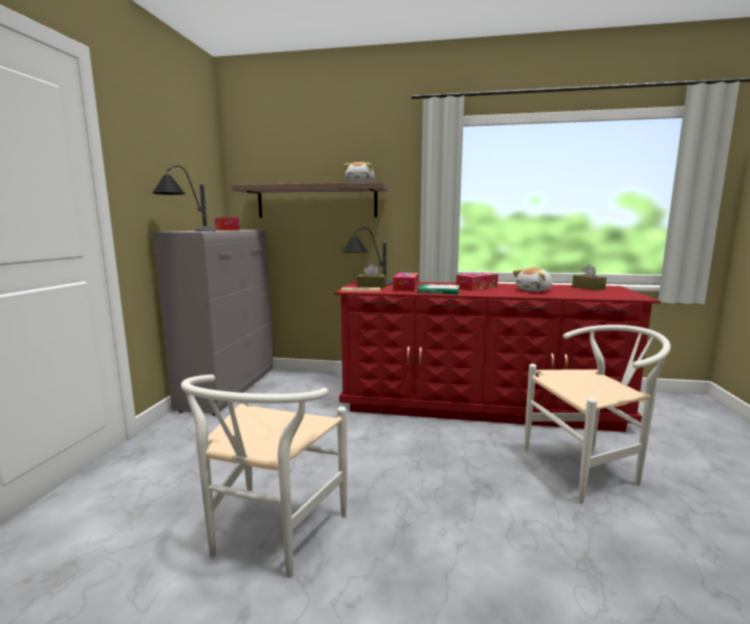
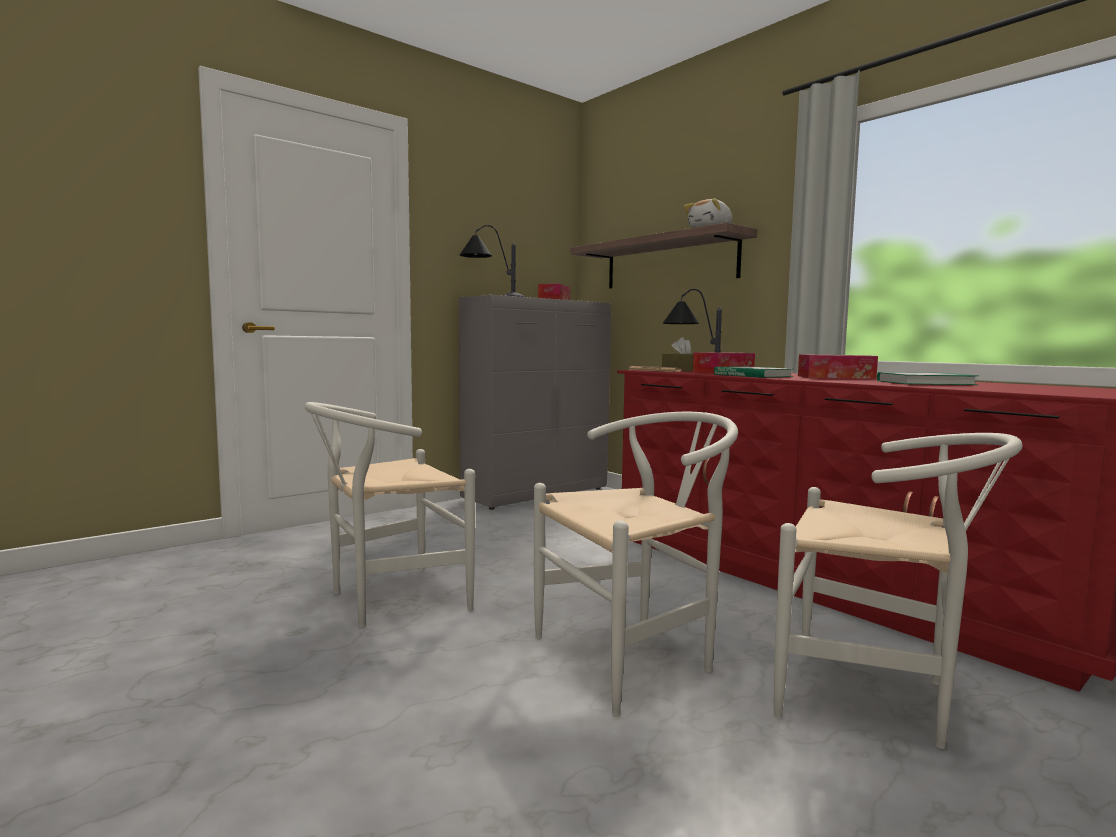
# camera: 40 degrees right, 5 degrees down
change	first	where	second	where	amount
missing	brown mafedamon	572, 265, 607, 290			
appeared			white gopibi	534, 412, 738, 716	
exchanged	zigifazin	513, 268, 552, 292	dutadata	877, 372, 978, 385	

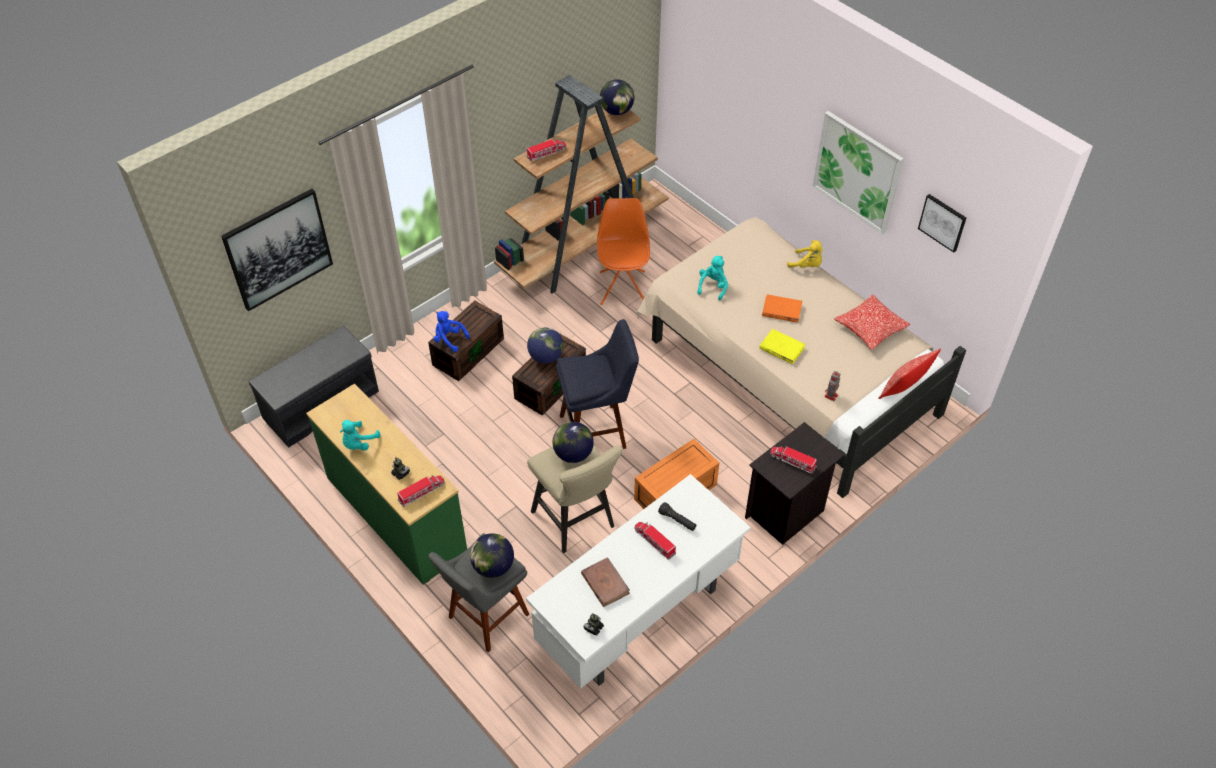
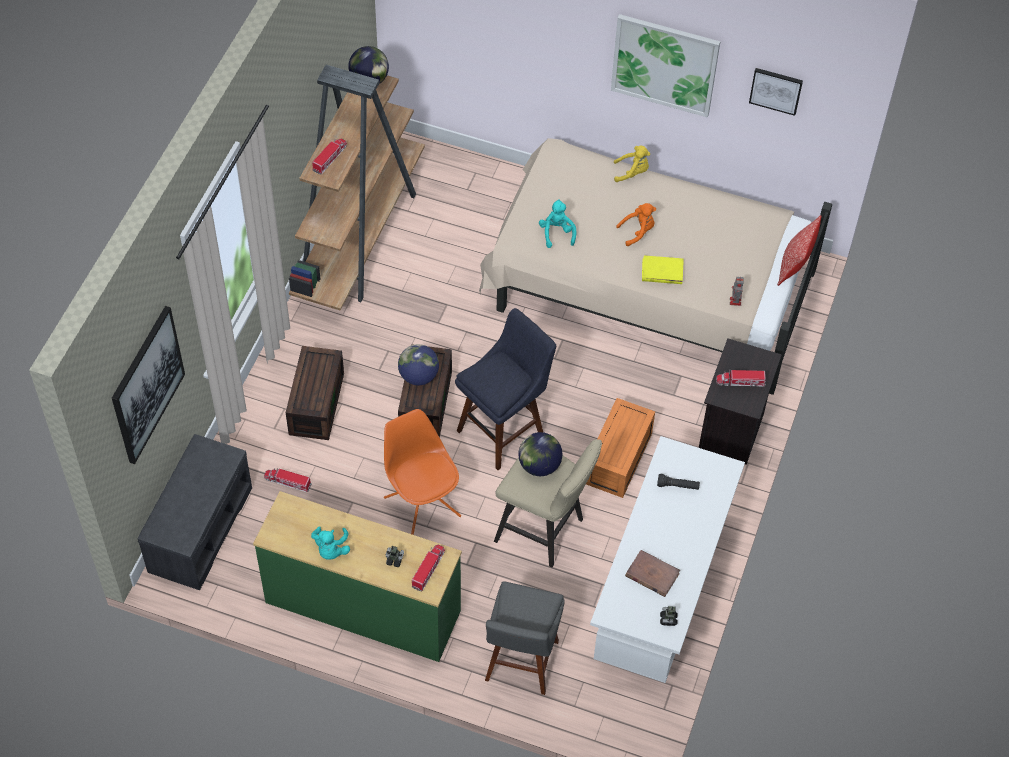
# camera: 30 degrees left, 5 degrees up
change	first	where	second	where	amount
missing	blue zigifazin	434, 311, 470, 352			
missing	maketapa	470, 533, 514, 578			
missing	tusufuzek	834, 295, 910, 350			
relocated	orange gopibi	597, 198, 650, 305		384, 409, 461, 535	
relocated	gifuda	634, 522, 676, 560		264, 468, 312, 492	
exchanged	orange dutadata	762, 294, 803, 323	orange zigifazin	616, 203, 656, 246	

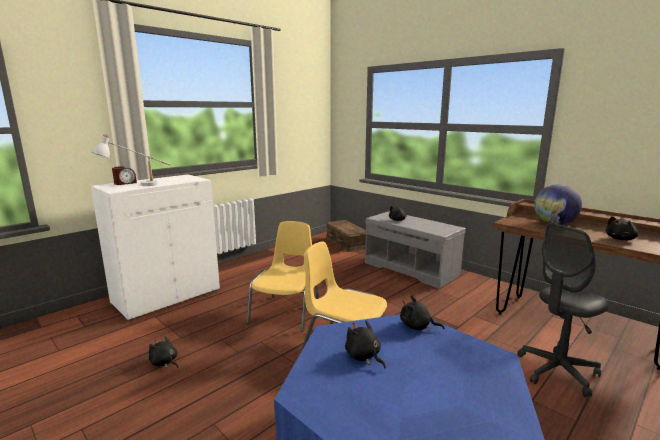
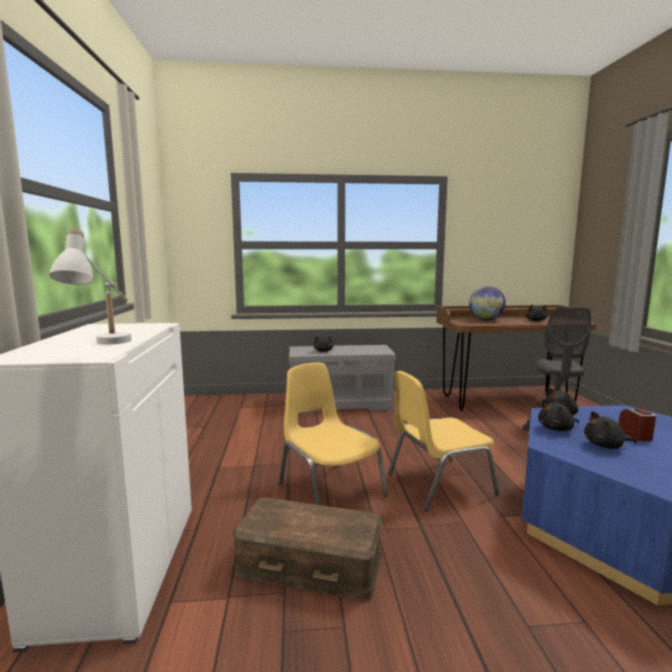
# camera: 50 degrees left, 5 degrees down
change	first	where	second	where	amount
relocated	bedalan	112, 166, 137, 185		618, 409, 656, 441	
relocated	black zigifazin	149, 336, 179, 368		538, 399, 579, 431	
relocated	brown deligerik	326, 220, 366, 252		232, 498, 383, 601	

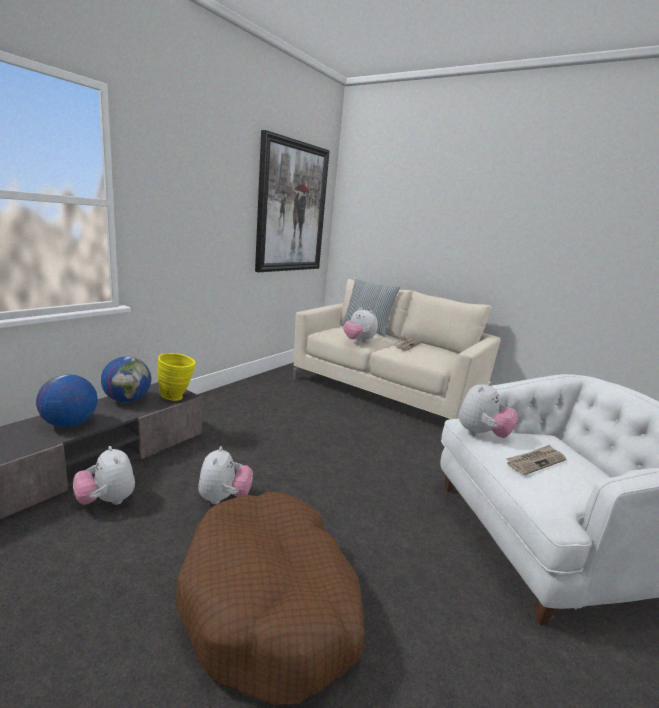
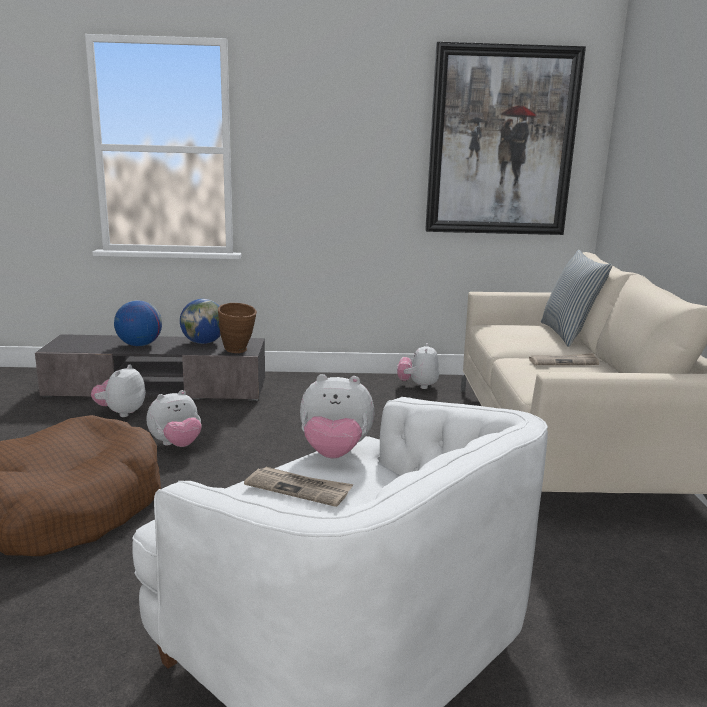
# camera: 55 degrees right, 0 degrees up
change	first	where	second	where	amount
relocated	zigifazin	343, 307, 378, 342		397, 343, 439, 389	
colour	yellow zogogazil	157, 353, 196, 401	brown zogogazil	218, 303, 257, 353	

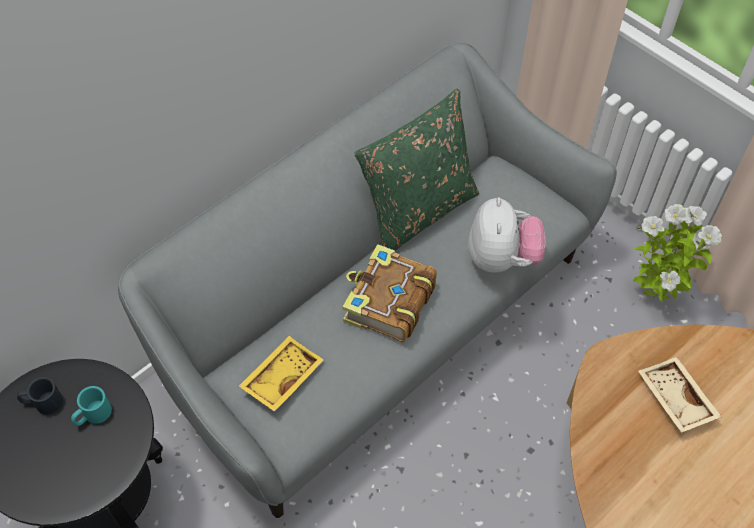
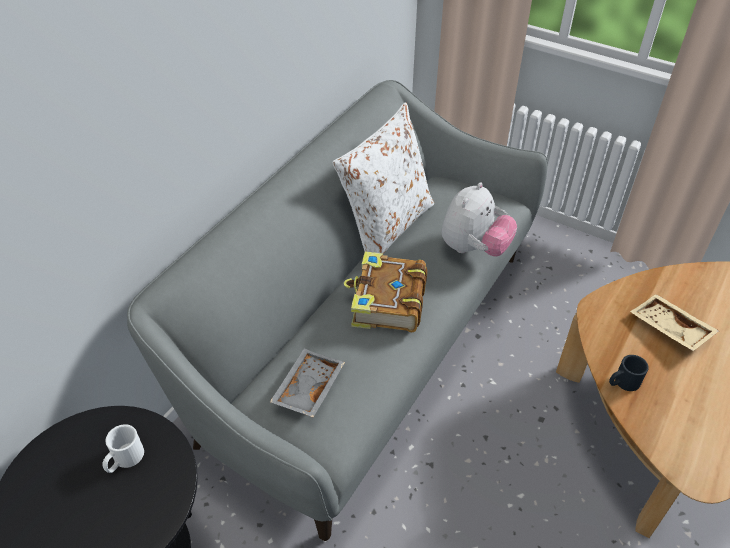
# camera: 15 degrees left, 10 degrees down
change	first	where	second	where	amount
missing	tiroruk	633, 204, 722, 302			
relocated	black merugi	17, 377, 63, 414		609, 355, 649, 391	
colour	turquoise merugi	71, 386, 112, 426	white merugi	102, 424, 144, 473	
colour	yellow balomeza	239, 336, 324, 412	grey balomeza	270, 348, 345, 418	
colour	green tusufuzek	354, 88, 479, 251	white tusufuzek	333, 102, 434, 254	
spun	zigifazin	468, 197, 545, 273		441, 182, 517, 257	45 degrees clockwise

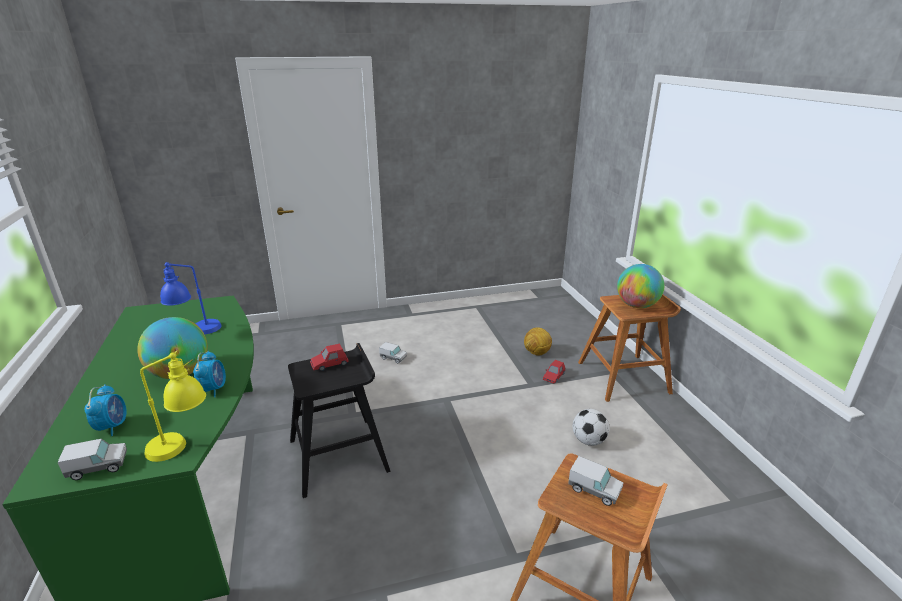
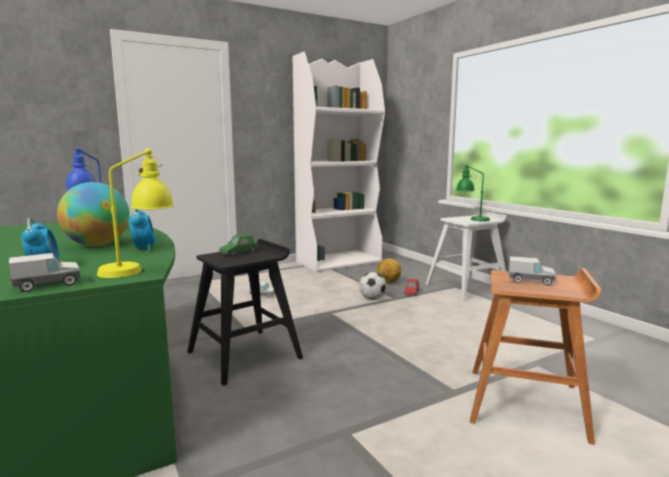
# camera: 15 degrees left, 15 degrees down
change	first	where	second	where	amount
appeared			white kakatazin	293, 52, 385, 272	
relocated	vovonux	573, 409, 610, 446		359, 272, 387, 300	
exchanged	maketapa	617, 264, 664, 308	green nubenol	456, 164, 490, 221	
colour	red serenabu	310, 344, 349, 371	green serenabu	219, 234, 257, 256	
colour	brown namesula	578, 295, 681, 402	white namesula	426, 210, 506, 301	

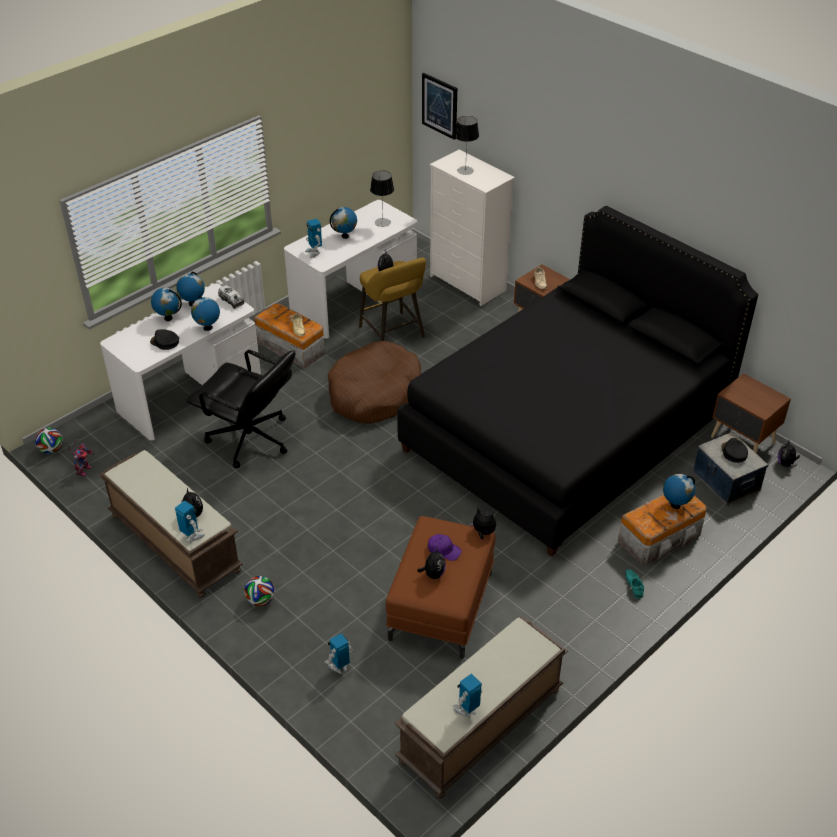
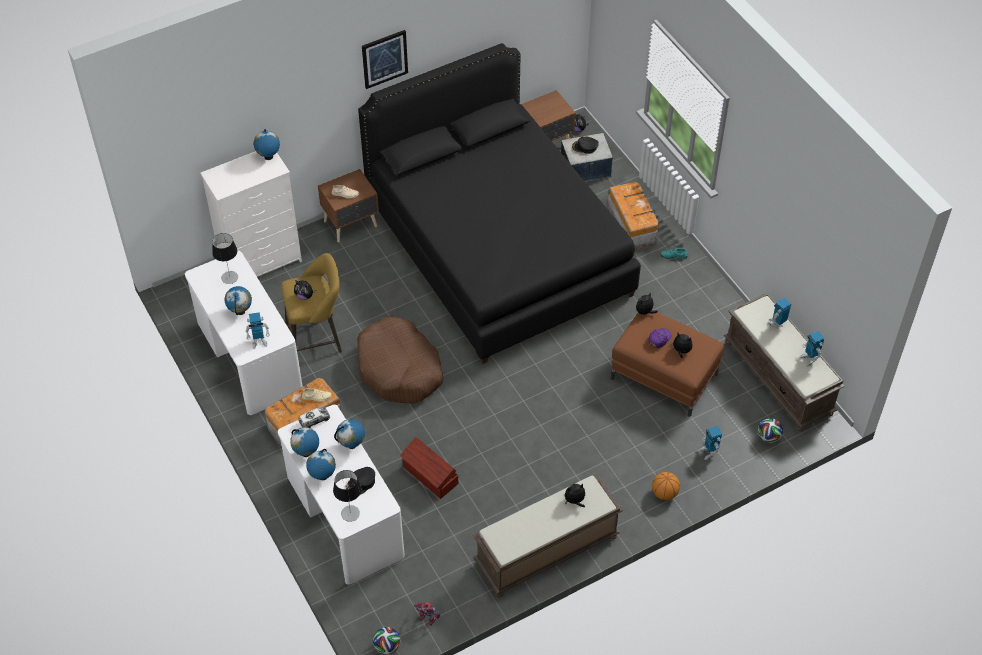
# camera: 75 degrees left, 10 degrees up
change	first	where	second	where	amount
appeared			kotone	652, 472, 680, 500	
relocated	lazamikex	175, 500, 205, 542		767, 298, 791, 329	
relocated	vovonux	244, 576, 275, 607		758, 418, 783, 443	
relocated	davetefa	422, 73, 457, 140		362, 30, 408, 89	
relocated	nubenol	454, 116, 479, 175		333, 470, 361, 522	
relocated	maketapa	663, 474, 695, 509		254, 129, 280, 160	
exchanged	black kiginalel	187, 350, 295, 468	brown deligerik	400, 437, 458, 499	

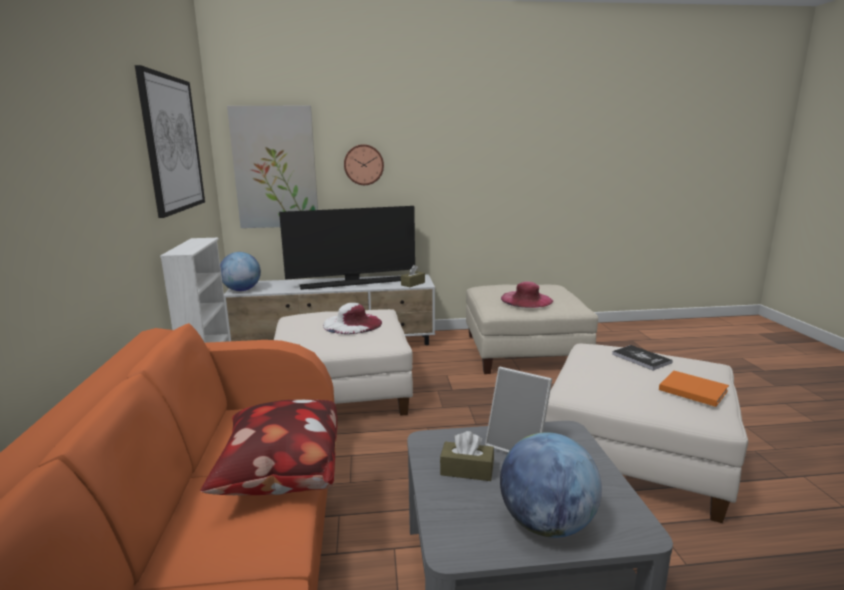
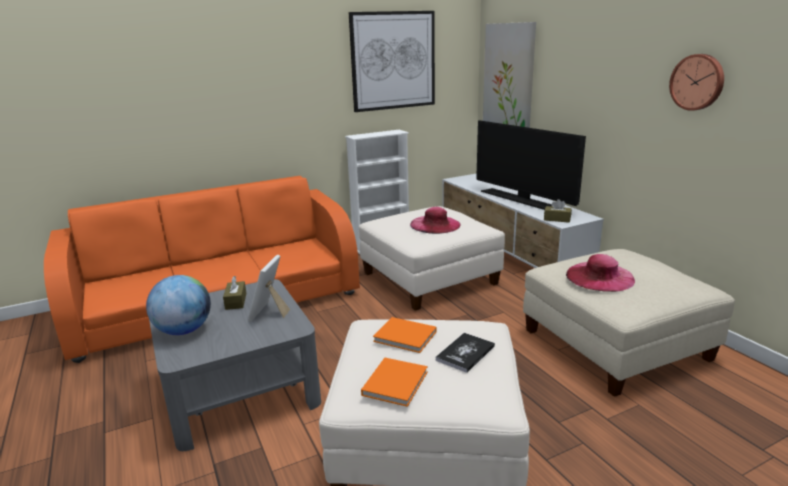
# camera: 70 degrees right, 5 degrees up
change	first	where	second	where	amount
missing	tusufuzek	200, 400, 337, 495			
missing	maketapa	220, 252, 261, 291			
appeared			orange dutadata	373, 317, 437, 353	
relocated	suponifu	344, 144, 384, 185		669, 54, 724, 111	
colour	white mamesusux	323, 303, 382, 334	pink mamesusux	410, 207, 461, 234	

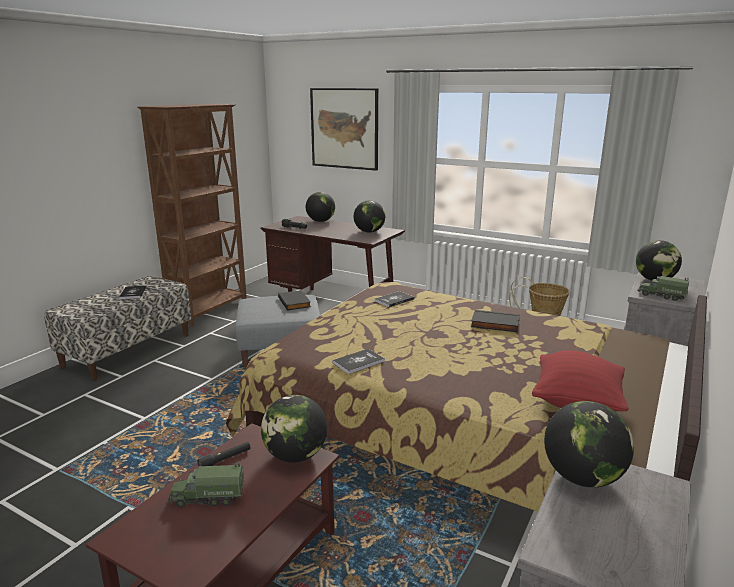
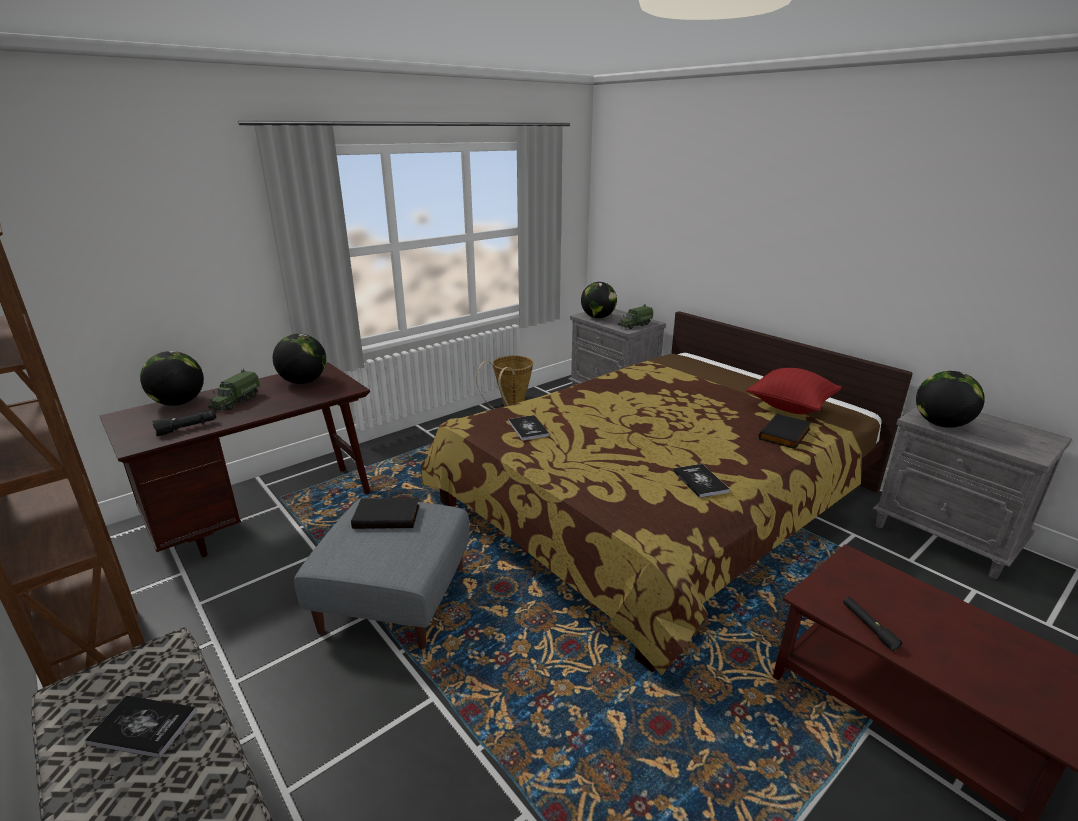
# camera: 70 degrees left, 5 degrees up
change	first	where	second	where	amount
missing	maketapa	261, 395, 327, 463			
missing	davetefa	310, 88, 378, 171			
relocated	gifuda	168, 462, 245, 508		208, 368, 261, 410	
relocated	black dutadata	471, 310, 520, 332		759, 413, 812, 449	

